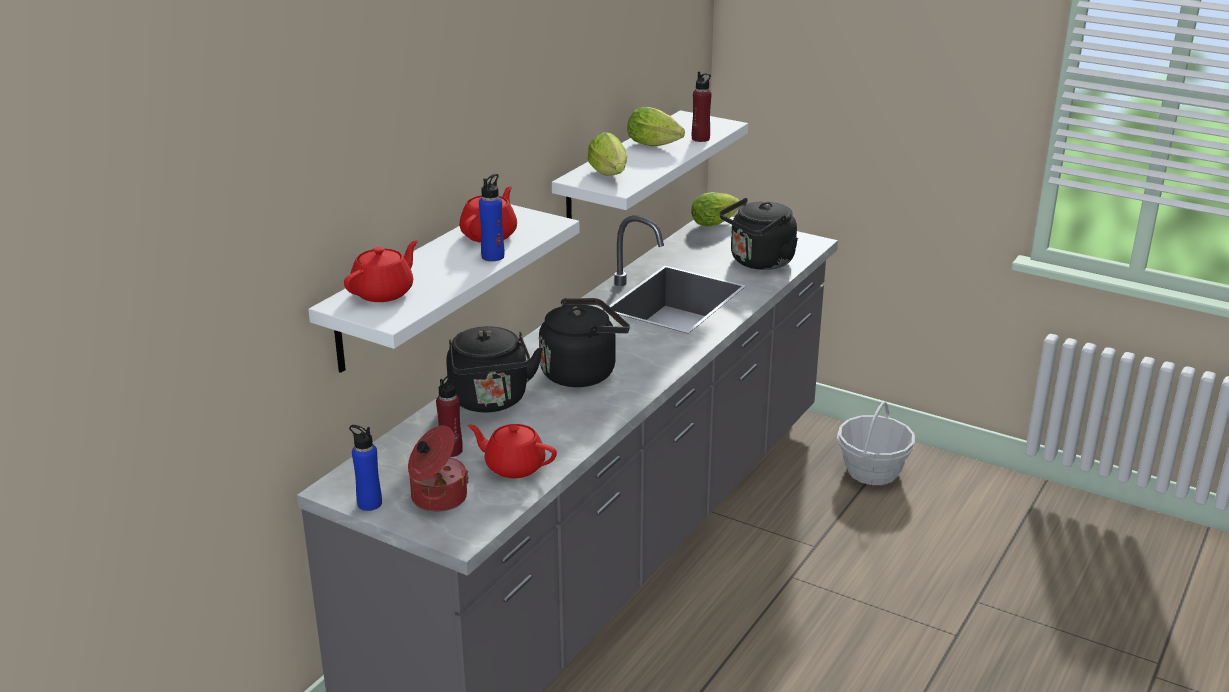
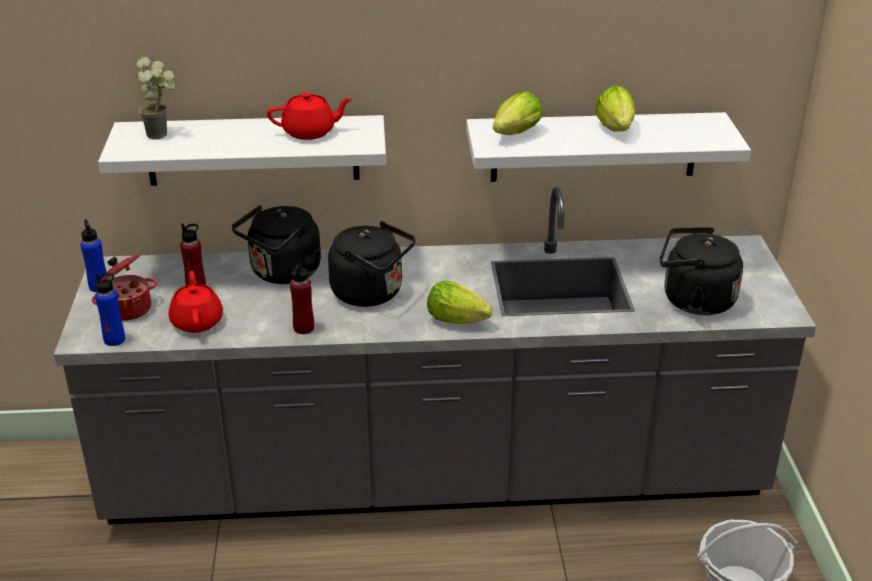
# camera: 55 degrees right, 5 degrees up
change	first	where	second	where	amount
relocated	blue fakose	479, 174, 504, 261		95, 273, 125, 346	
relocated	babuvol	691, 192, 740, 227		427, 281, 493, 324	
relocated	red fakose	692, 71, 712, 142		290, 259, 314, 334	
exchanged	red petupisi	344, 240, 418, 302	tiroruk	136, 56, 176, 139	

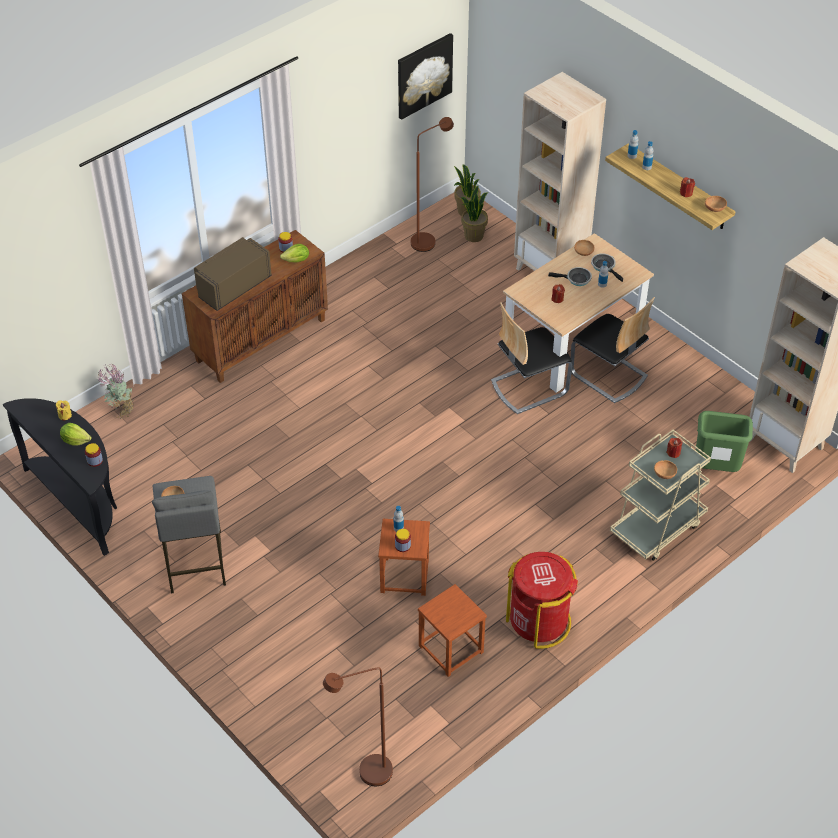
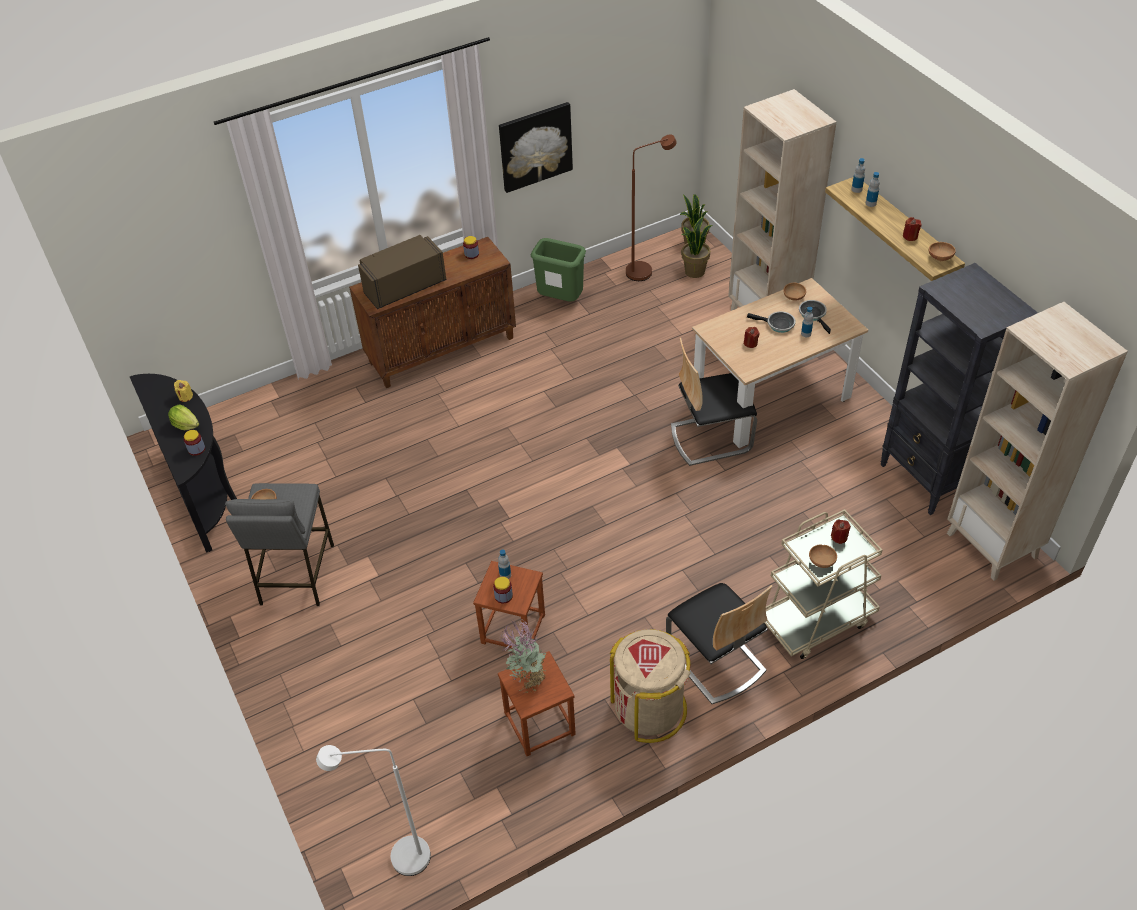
# camera: 15 degrees right, 0 degrees up
change	first	where	second	where	amount
missing	babuvol	280, 244, 309, 263			
appeared			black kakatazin	880, 263, 1038, 515	
relocated	tiroruk	97, 363, 134, 419		499, 619, 546, 693	
relocated	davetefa	398, 33, 453, 120		499, 102, 573, 193	
relocated	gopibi	571, 297, 655, 403		666, 583, 772, 704	
relocated	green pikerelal	696, 411, 753, 472		531, 238, 586, 302	
colour	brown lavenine	323, 667, 393, 786	white lavenine	316, 745, 431, 876	
colour	red pikerelal	506, 552, 578, 649	beige pikerelal	610, 629, 691, 743	

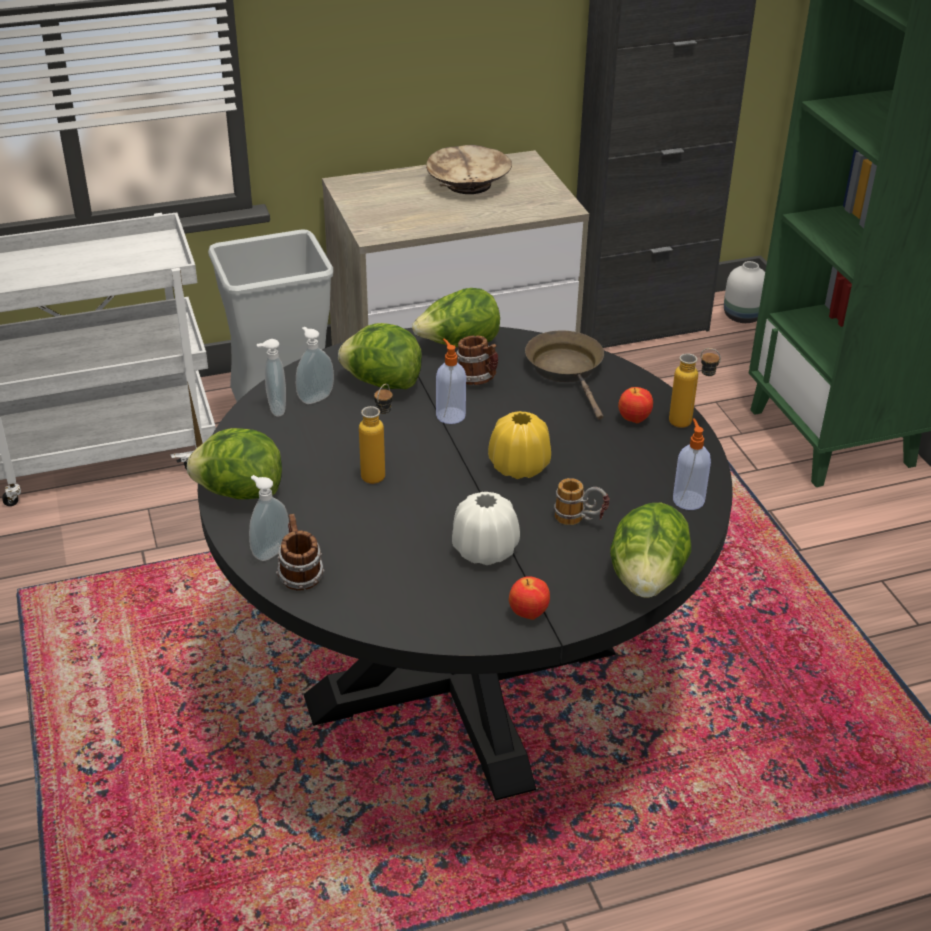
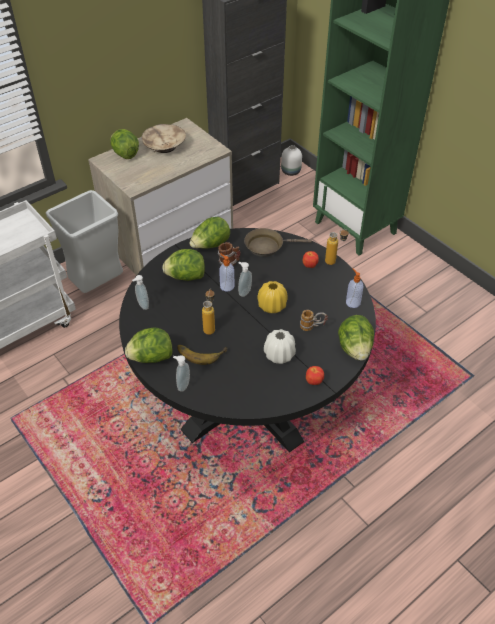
# camera: 20 degrees left, 10 degrees up
change	first	where	second	where	amount
missing	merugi	276, 514, 325, 591			
appeared			babuvol	110, 129, 139, 159	
appeared			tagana	177, 345, 228, 365	
relocated	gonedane	296, 327, 334, 404		238, 262, 252, 297	
spun	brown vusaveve	525, 331, 604, 420		244, 228, 312, 257	60 degrees counterclockwise

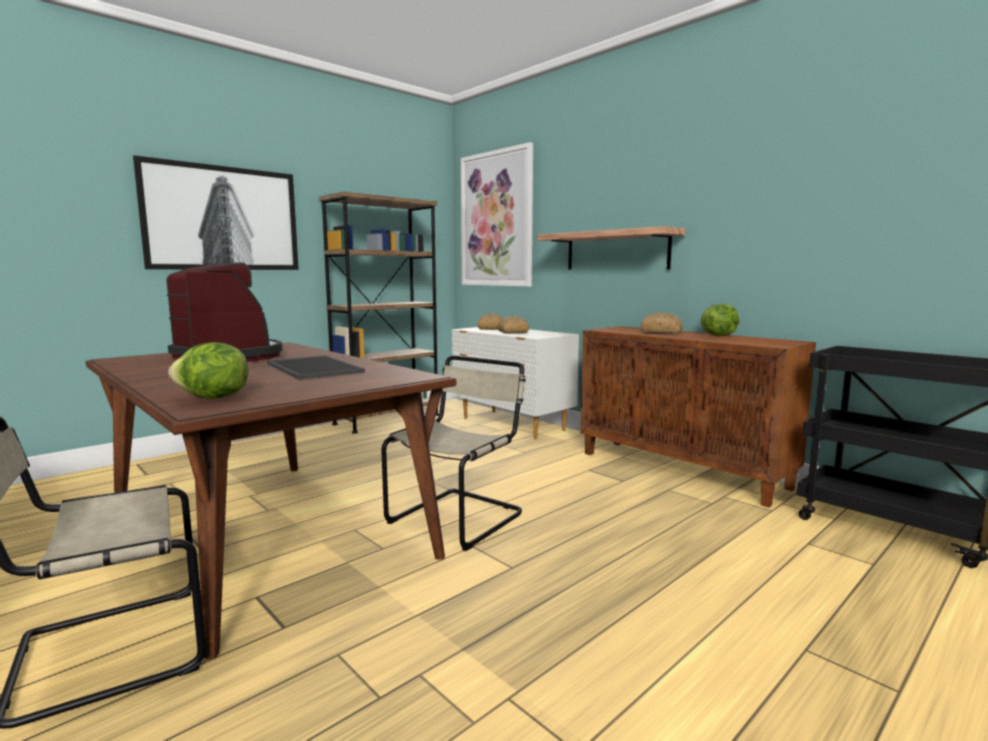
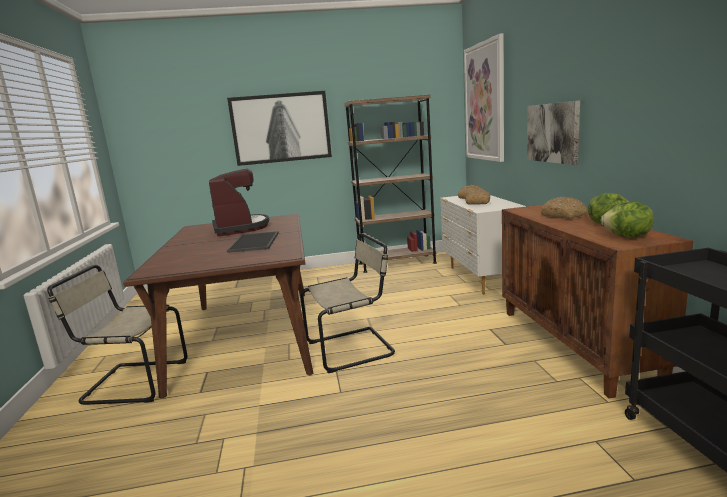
# camera: 35 degrees right, 5 degrees up
change	first	where	second	where	amount
relocated	babuvol	169, 342, 248, 399		601, 202, 654, 238	
exchanged	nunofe	537, 226, 686, 269	davetefa	527, 100, 580, 165	

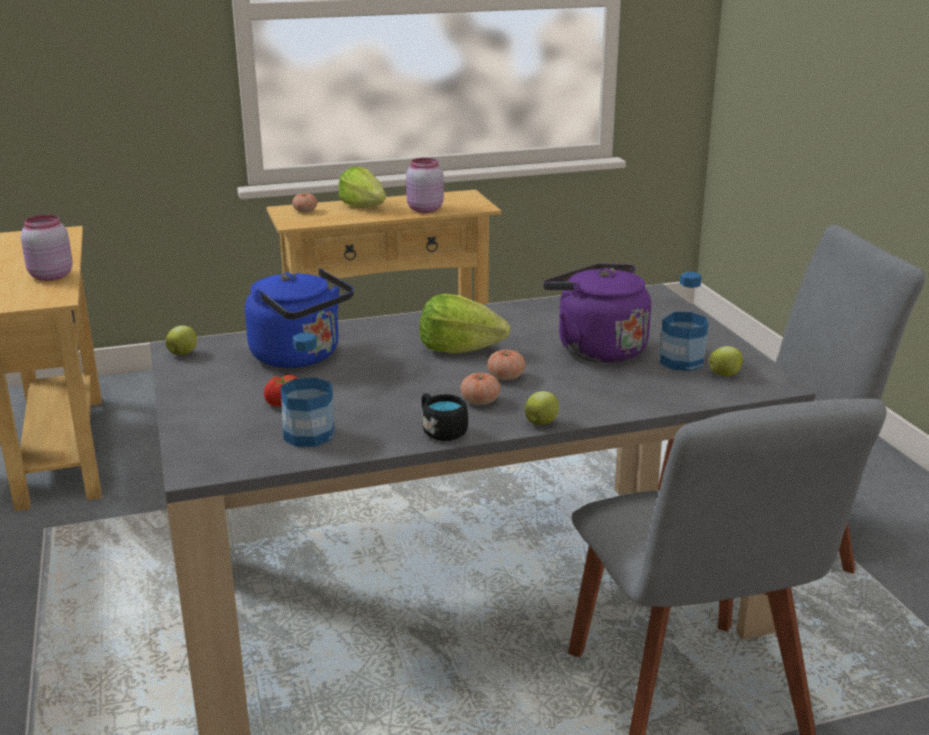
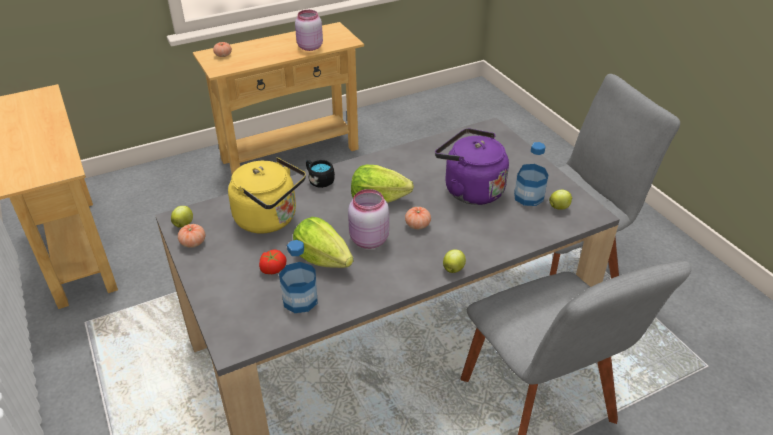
# camera: 10 degrees left, 15 degrees up
change	first	where	second	where	amount
relocated	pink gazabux	21, 215, 73, 281		348, 189, 389, 249	
relocated	babuvol	339, 167, 386, 208		293, 217, 353, 268	
relocated	black merugi	421, 393, 468, 441		306, 160, 335, 188	
relocated	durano	460, 373, 501, 405		178, 224, 205, 248	
colour	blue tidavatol	245, 268, 354, 368	yellow tidavatol	228, 157, 306, 233	

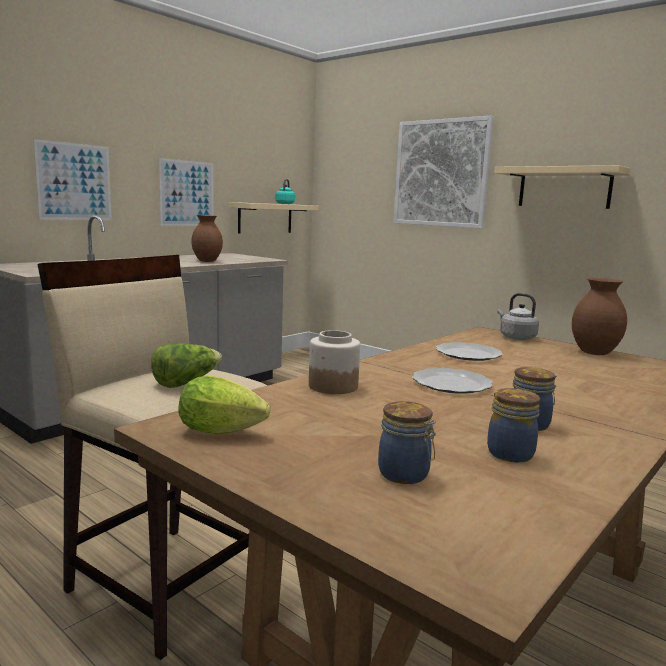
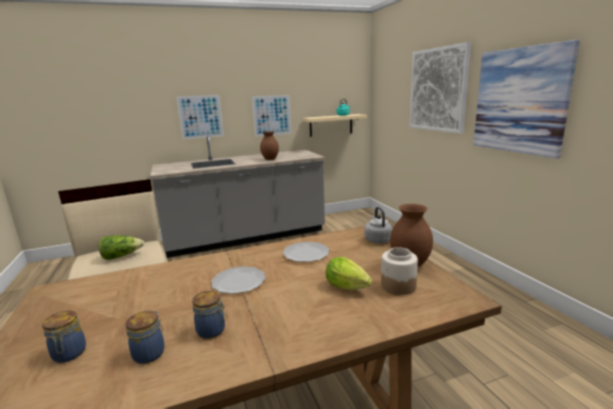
# camera: 30 degrees right, 5 degrees up
change	first	where	second	where	amount
relocated	babuvol	179, 376, 270, 434		326, 257, 372, 290	
relocated	gazabux	309, 330, 360, 394		381, 247, 418, 295	
exchanged	beige nunofe	494, 165, 631, 209	davetefa	473, 40, 580, 159	

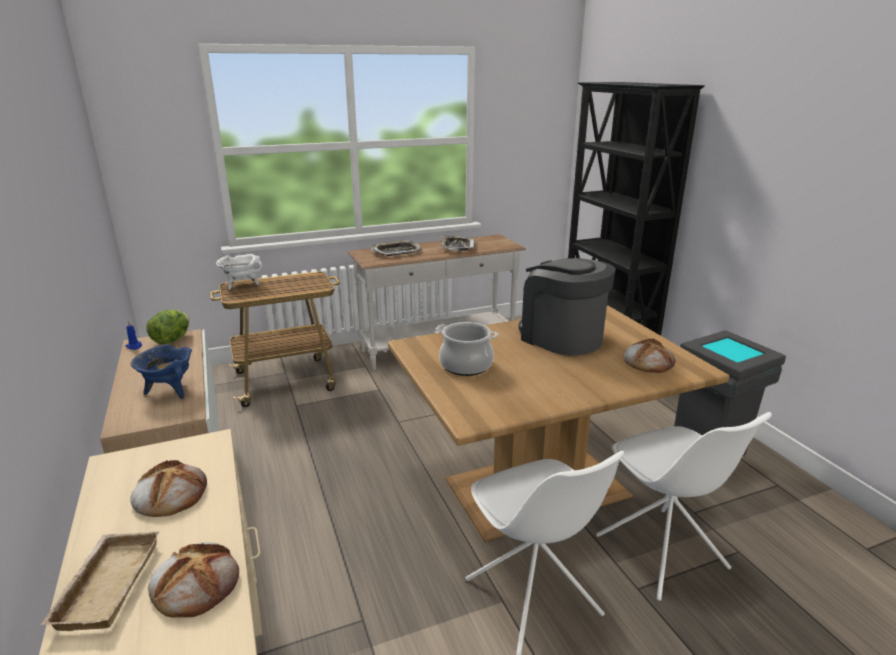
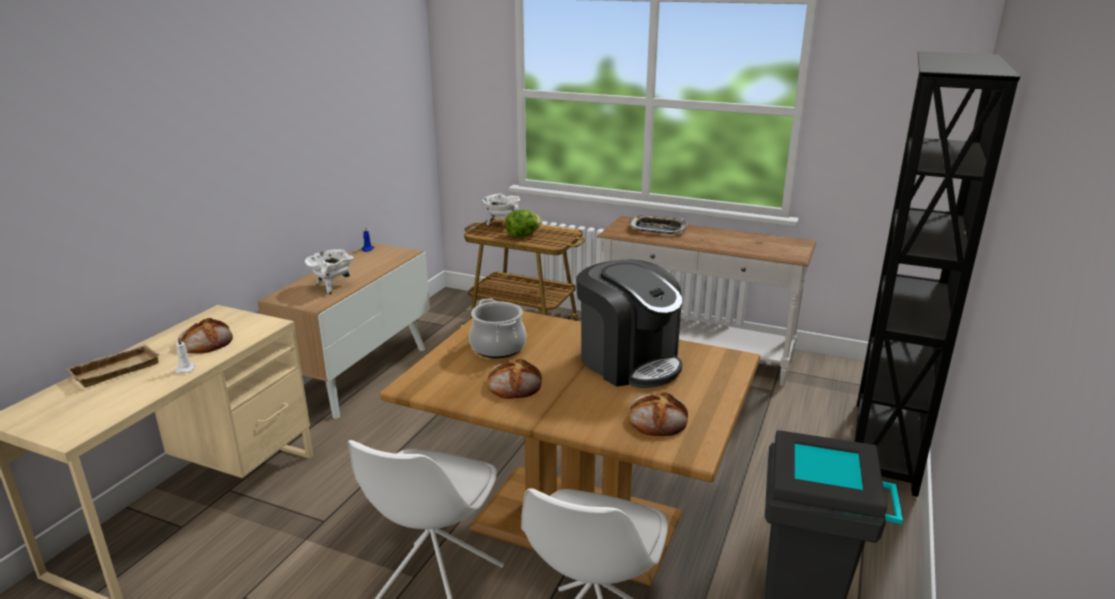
# camera: 45 degrees right, 0 degrees up
change	first	where	second	where	amount
missing	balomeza	441, 236, 475, 251			
appeared			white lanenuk	175, 337, 196, 373	
relocated	babuvol	146, 309, 189, 344		505, 210, 542, 237	
relocated	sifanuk	148, 542, 239, 618		487, 359, 542, 399	
colour	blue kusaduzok	131, 344, 192, 399	white kusaduzok	305, 249, 354, 295	
spun	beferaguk	518, 258, 616, 356		576, 259, 682, 388	135 degrees clockwise

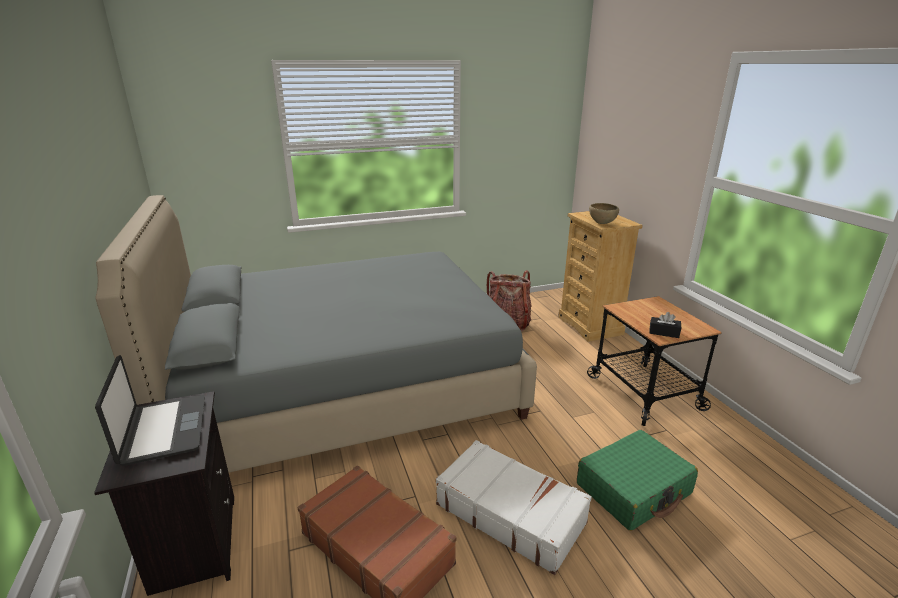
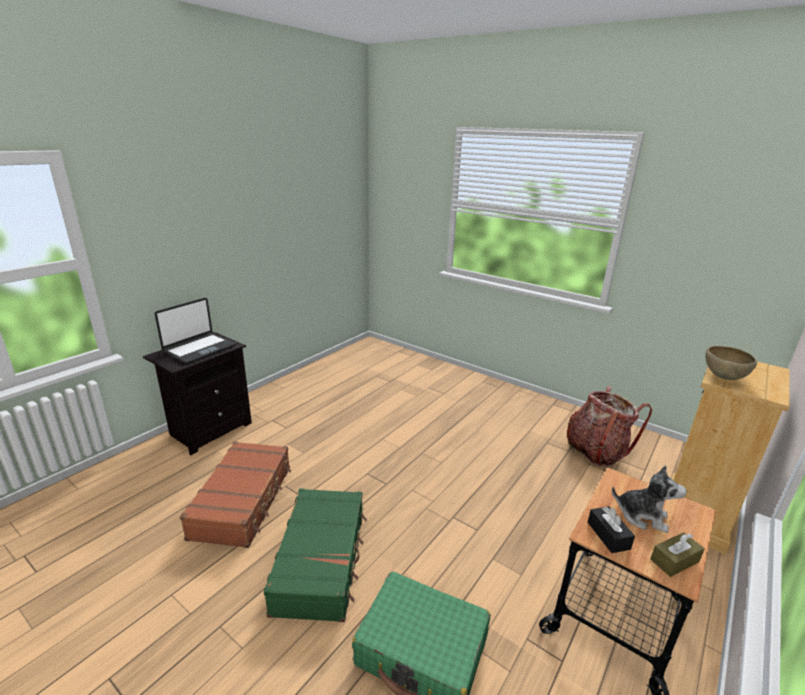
# camera: 55 degrees right, 0 degrees up
change	first	where	second	where	amount
missing	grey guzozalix	95, 195, 537, 473			
appeared			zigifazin	612, 465, 687, 533	
appeared			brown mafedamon	650, 532, 705, 577	
colour	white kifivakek	436, 440, 592, 575	green kifivakek	264, 488, 367, 622	

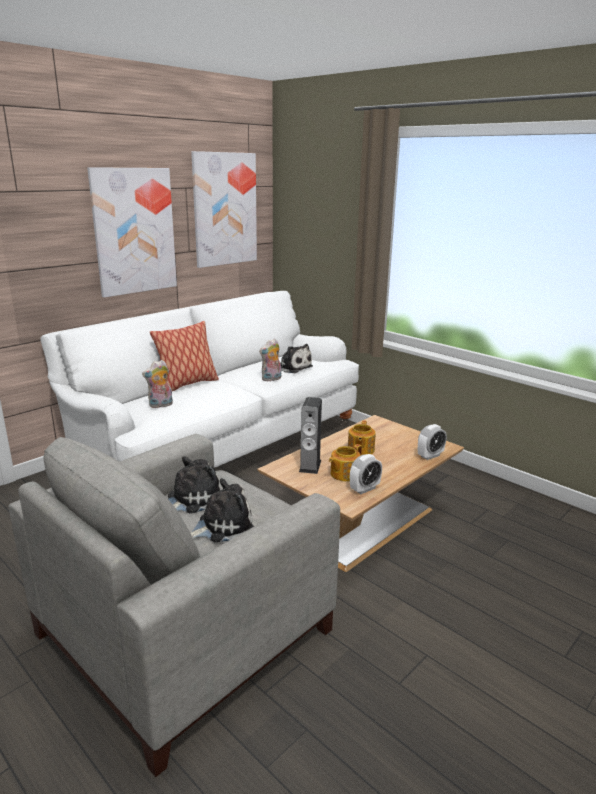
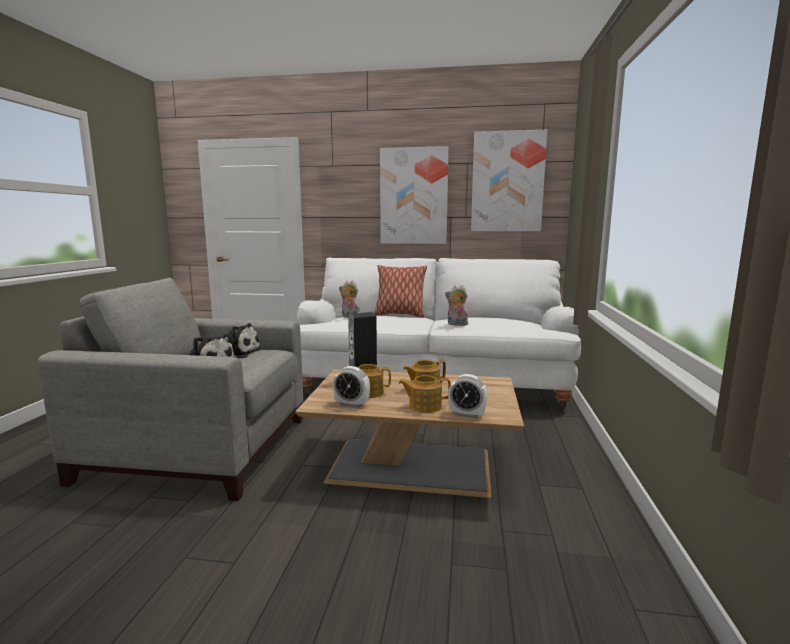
# camera: 55 degrees right, 10 degrees down
change	first	where	second	where	amount
missing	zigifazin	280, 344, 313, 373			
appeared			petupisi	399, 375, 451, 413	

